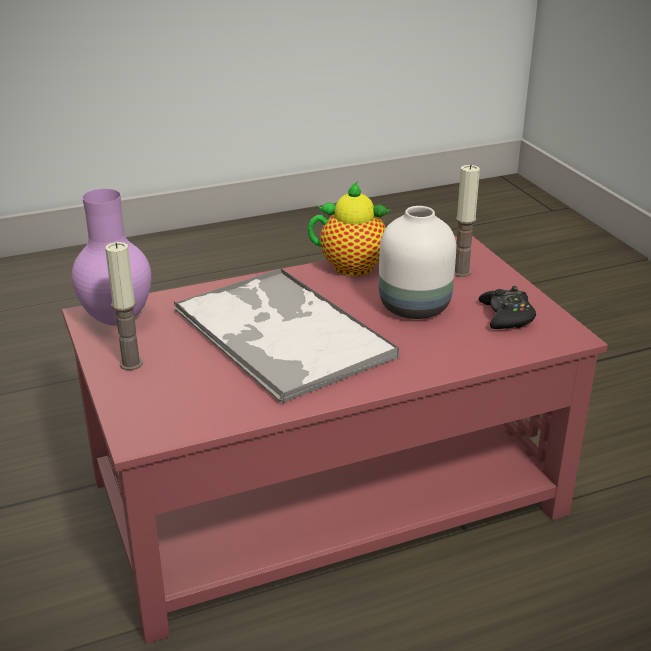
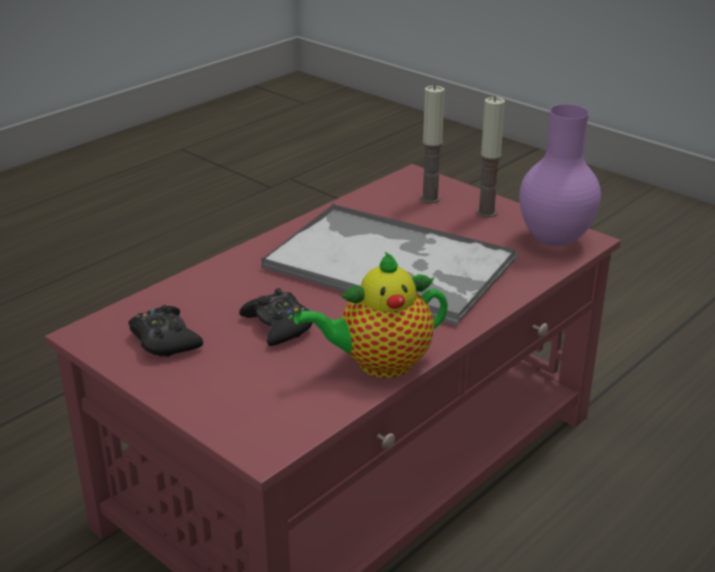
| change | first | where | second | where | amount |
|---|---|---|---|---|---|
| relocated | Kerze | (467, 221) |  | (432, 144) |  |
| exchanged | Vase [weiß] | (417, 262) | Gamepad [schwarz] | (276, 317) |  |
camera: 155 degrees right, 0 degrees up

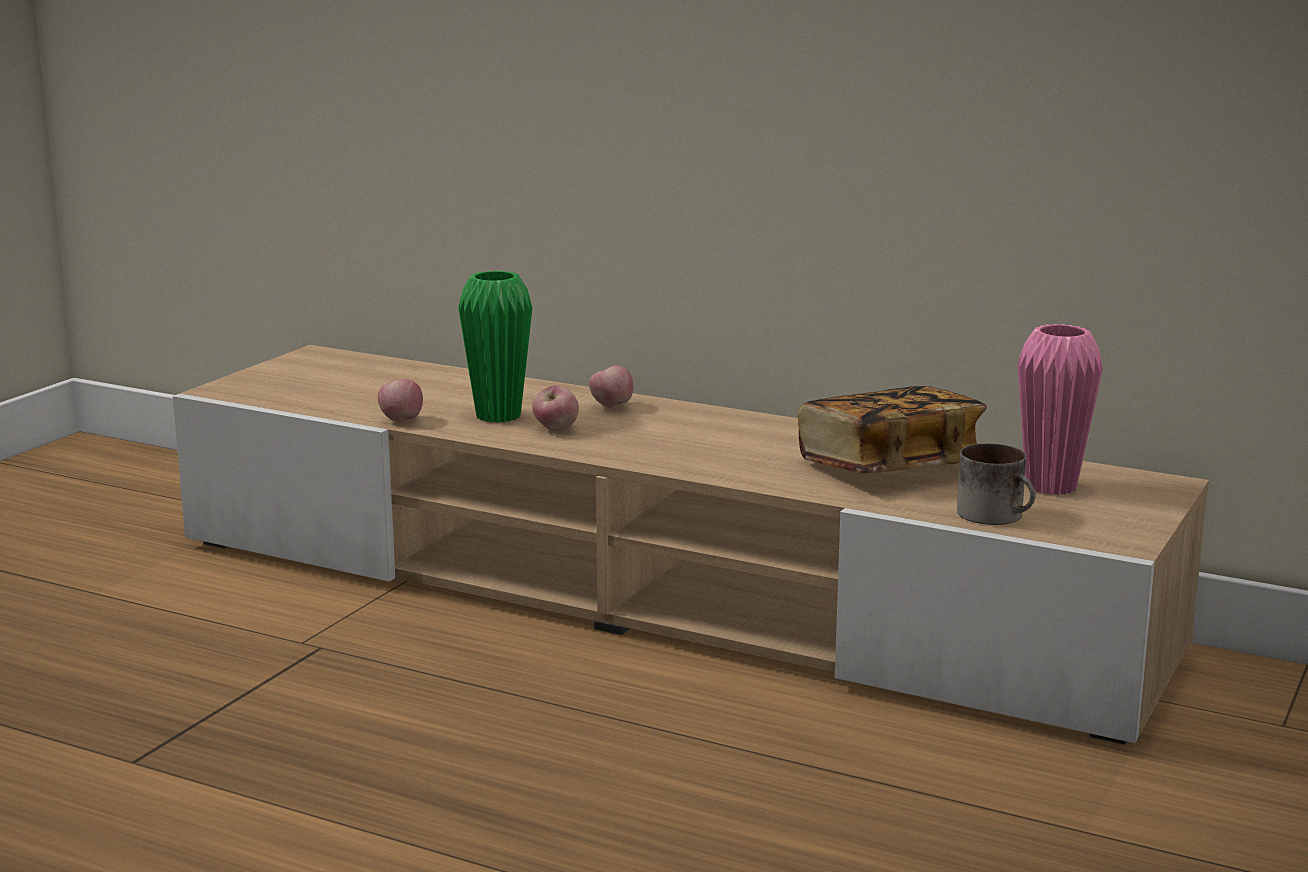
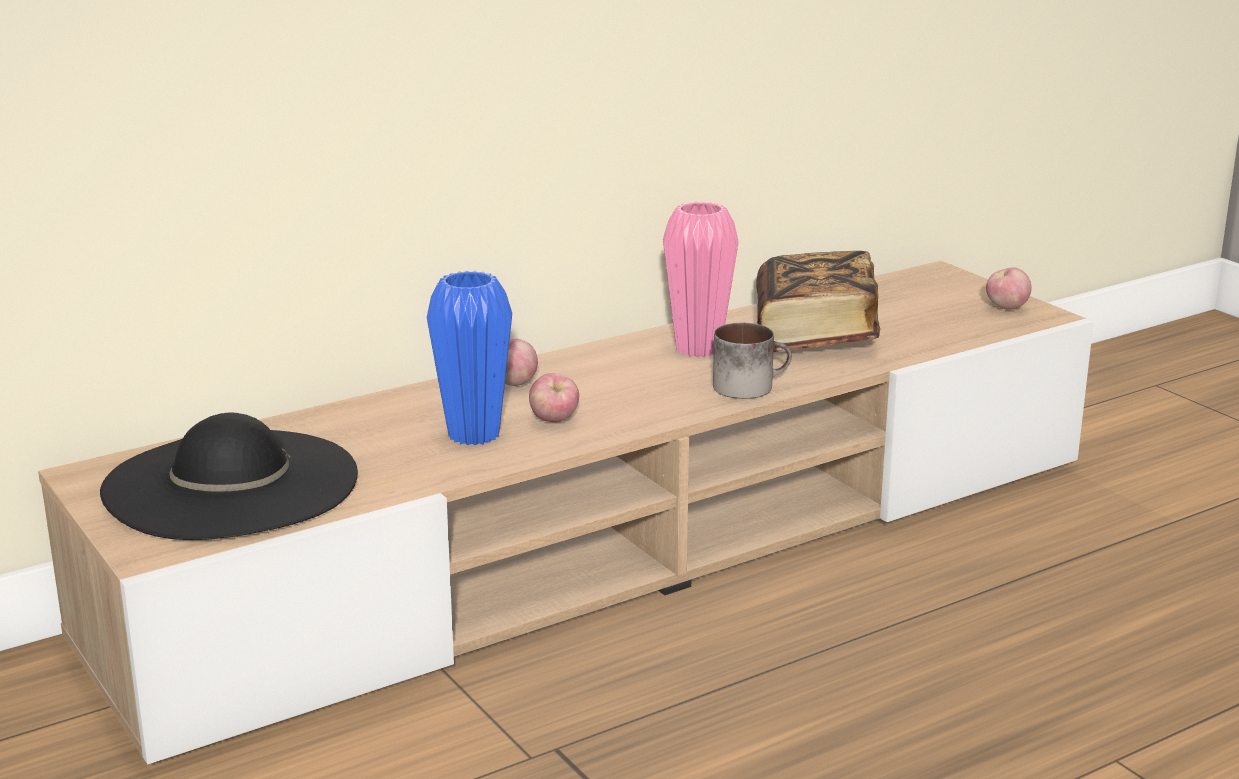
| change | first | where | second | where | amount |
|---|---|---|---|---|---|
| colour | Vase [grün] | (495, 347) | Vase [blau] | (469, 358) |  |
| relocated | Vase [rosa] | (1060, 409) |  | (700, 279) |  |
| relocated | Apfel | (400, 400) |  | (1008, 288) |  |
| relocated | Henkelbecher | (996, 484) |  | (752, 361) |  |
| appeared |  |  | Hut [schwarz] | (229, 476) |  |
camera: 60 degrees left, 5 degrees up

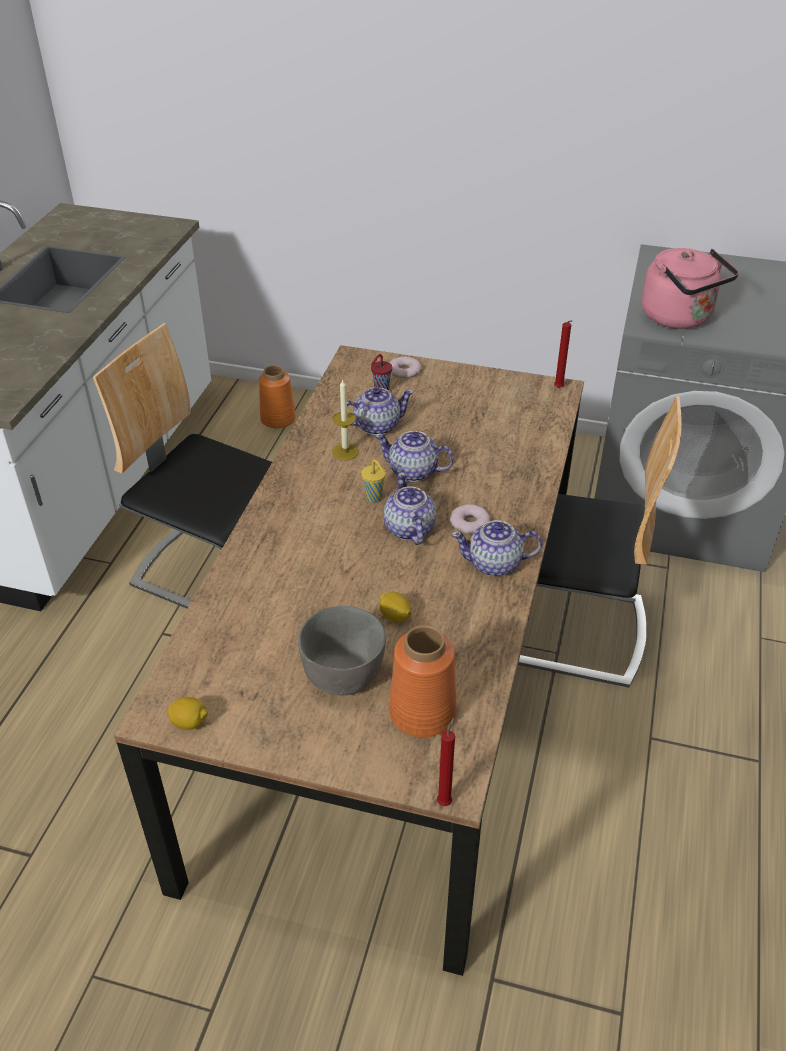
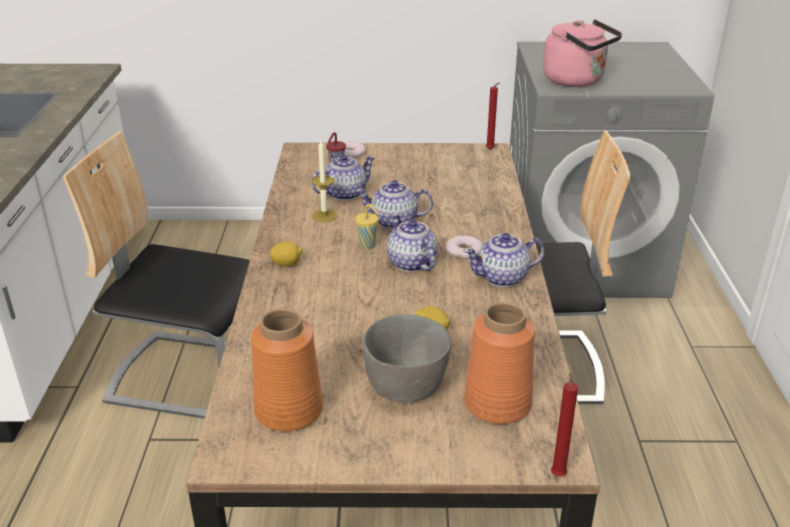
| change | first | where | second | where | amount |
|---|---|---|---|---|---|
| relocated | Vase [orange] | (277, 396) |  | (287, 369) |  |
| relocated | Zitrone | (188, 713) |  | (286, 254) |  |
camera: 15 degrees left, 10 degrees down

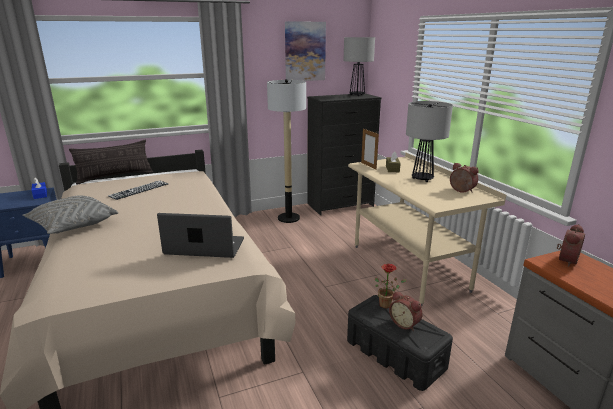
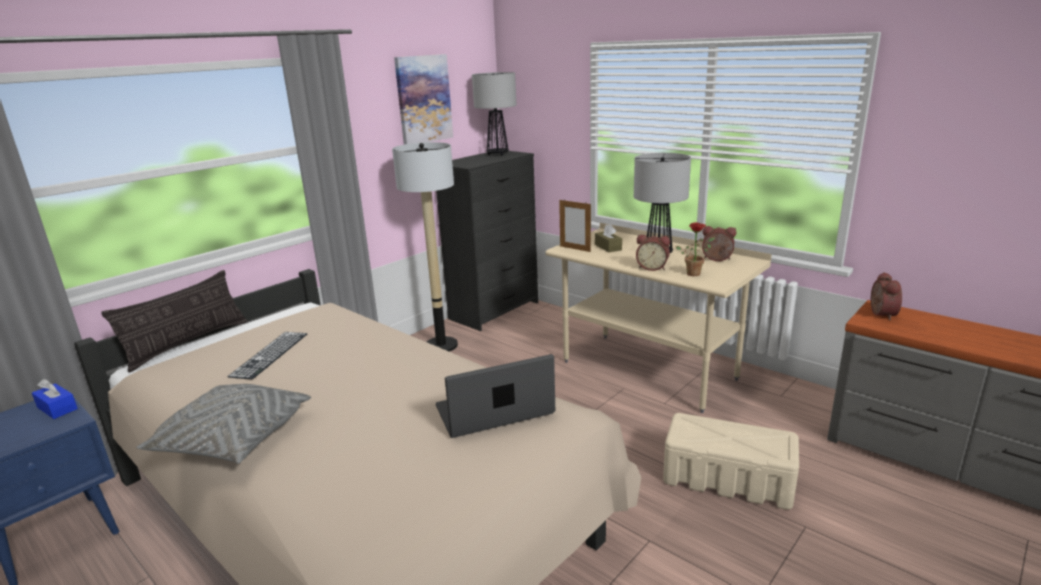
| change | first | where | second | where | amount |
|---|---|---|---|---|---|
| relocated | Topfpflanze | (391, 286) |  | (695, 249) |  |
| relocated | Wecker | (406, 311) |  | (653, 253) |  |
| colour | Aufbewahrungsbox [schwarz] | (400, 343) | Aufbewahrungsbox [beige] | (731, 461) |  |
camera: 25 degrees left, 0 degrees up

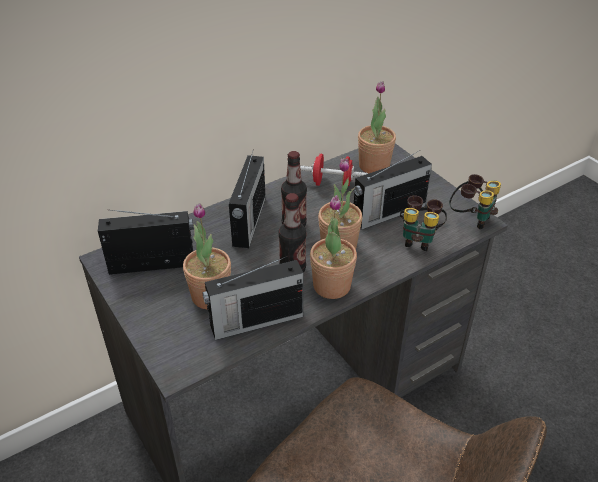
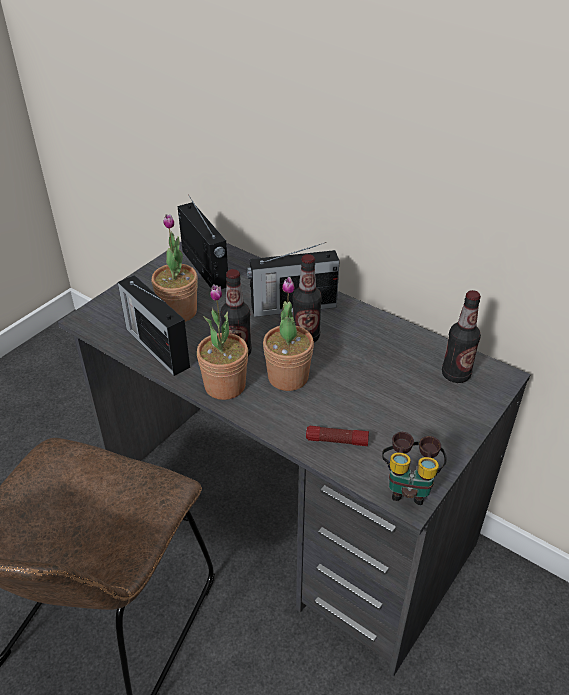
| change | first | where | second | where | amount |
|---|---|---|---|---|---|
| exchanged | Topfpflanze | (377, 127) | Flasche | (461, 336) |  |
| missing | Radio | (393, 190) |  |  |  |
| missing | Hantel [rot] | (334, 170) |  |  |  |
| exchanged | Fernglas | (423, 223) | Taschenlampe | (337, 436) |  |
camera: 70 degrees right, 0 degrees up

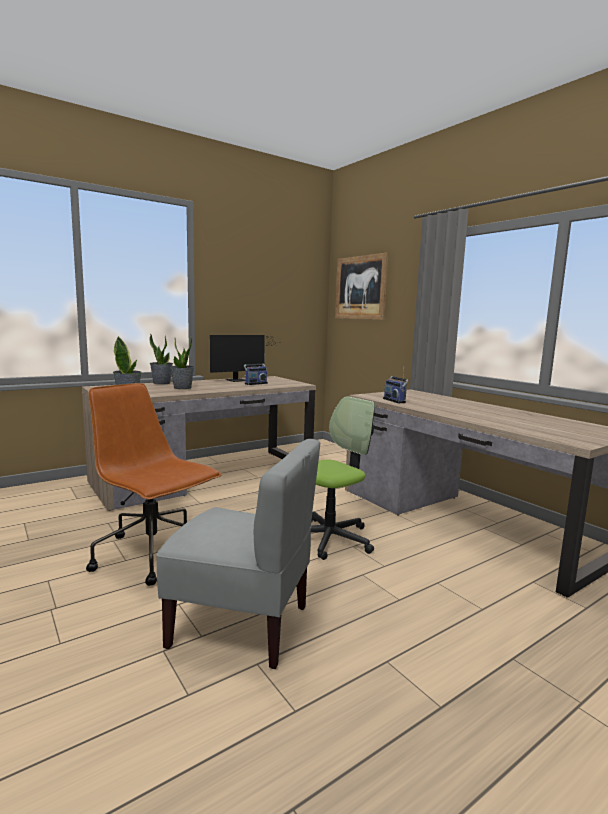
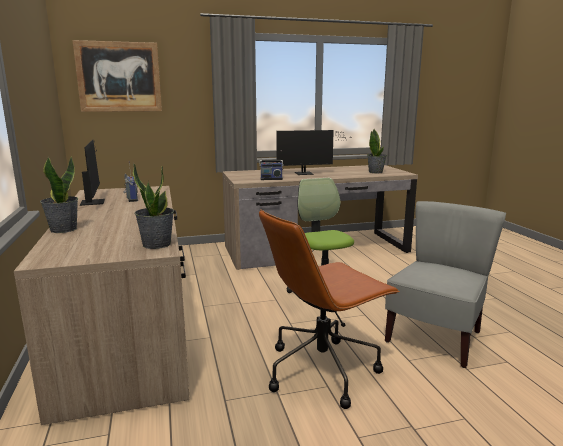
| change | first | where | second | where | amount |
|---|---|---|---|---|---|
| relocated | Topfpflanze | (182, 362) |  | (377, 151) |  |
| appeared |  |  | Monitor | (311, 152) |  |
camera: 70 degrees left, 5 degrees up

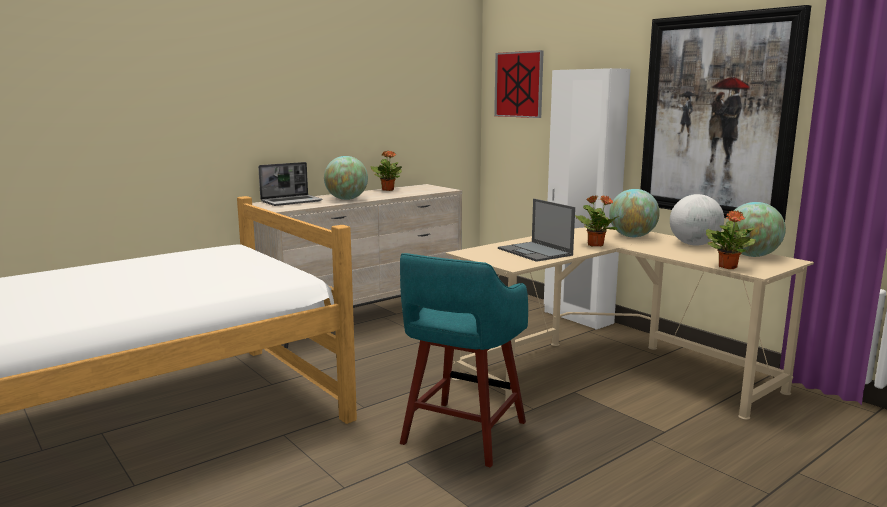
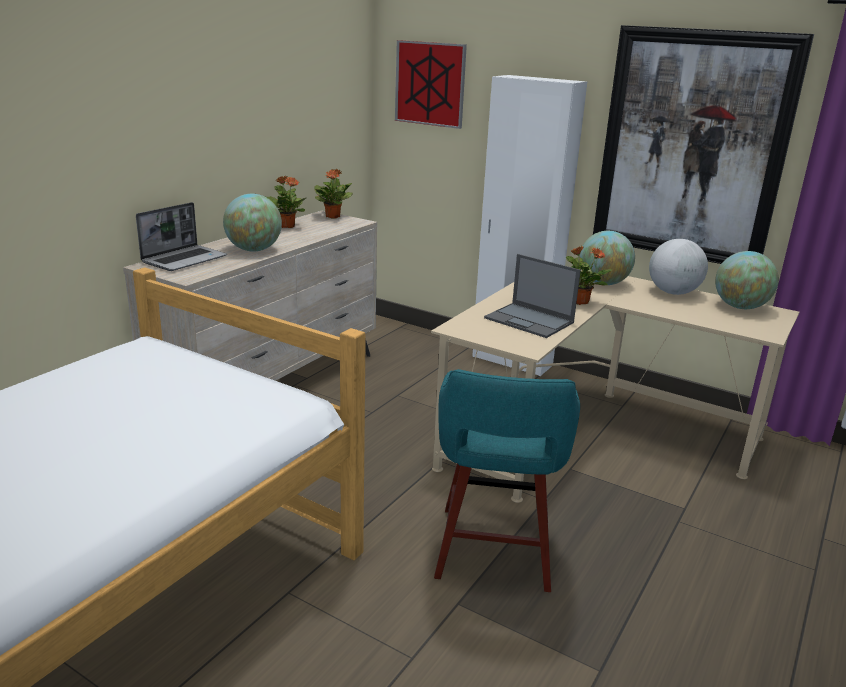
| change | first | where | second | where | amount |
|---|---|---|---|---|---|
| relocated | Topfpflanze | (731, 239) |  | (333, 194) |  |
camera: 20 degrees left, 10 degrees up

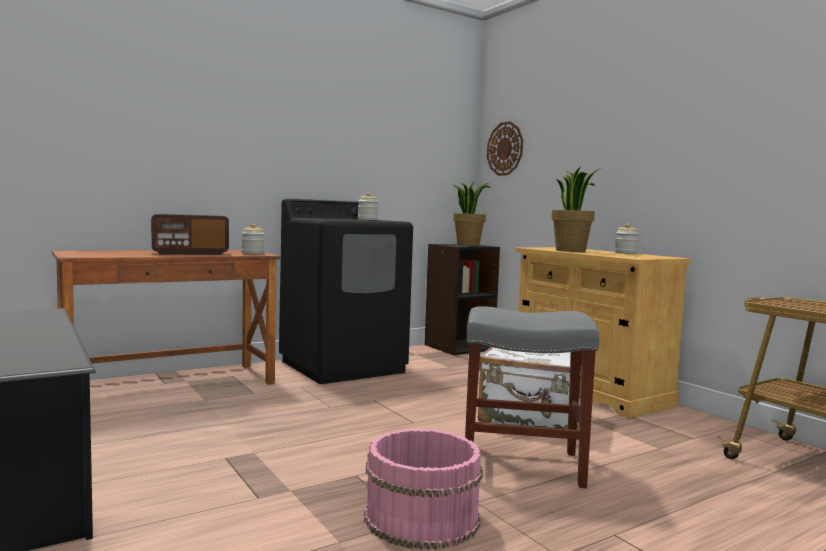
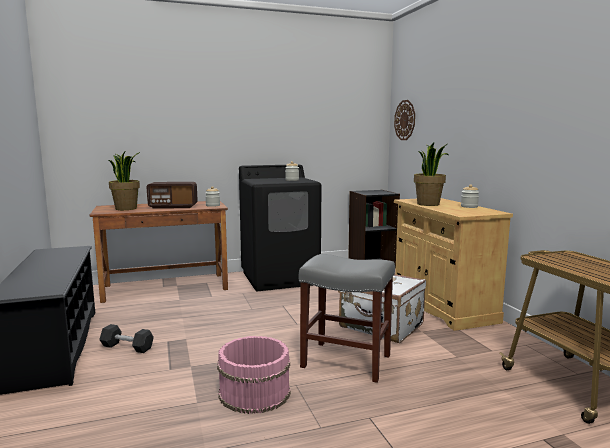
| change | first | where | second | where | amount |
|---|---|---|---|---|---|
| relocated | Topfpflanze | (472, 213) |  | (124, 181) |  |
| appeared |  |  | Hantel [grau] | (126, 338) |  |
camera: 15 degrees right, 5 degrees up

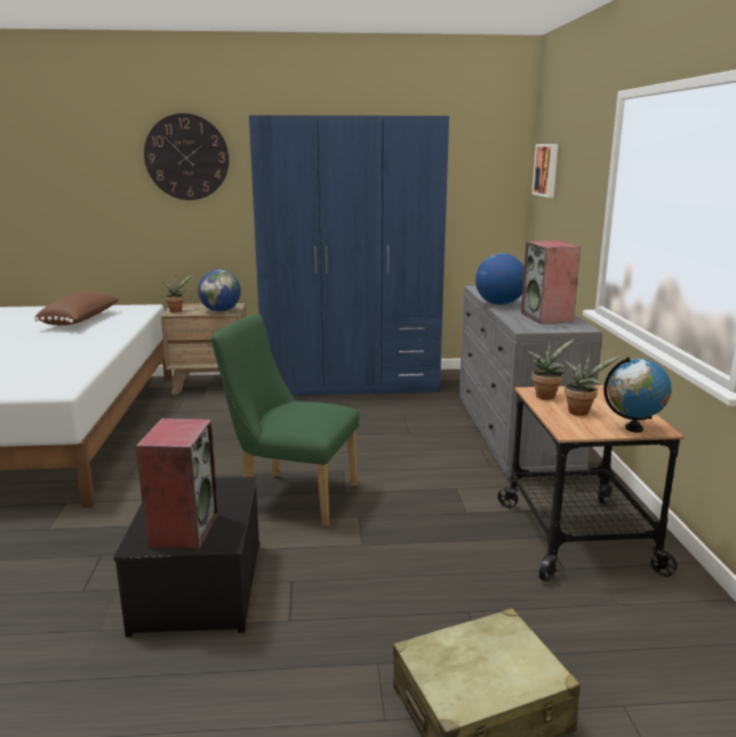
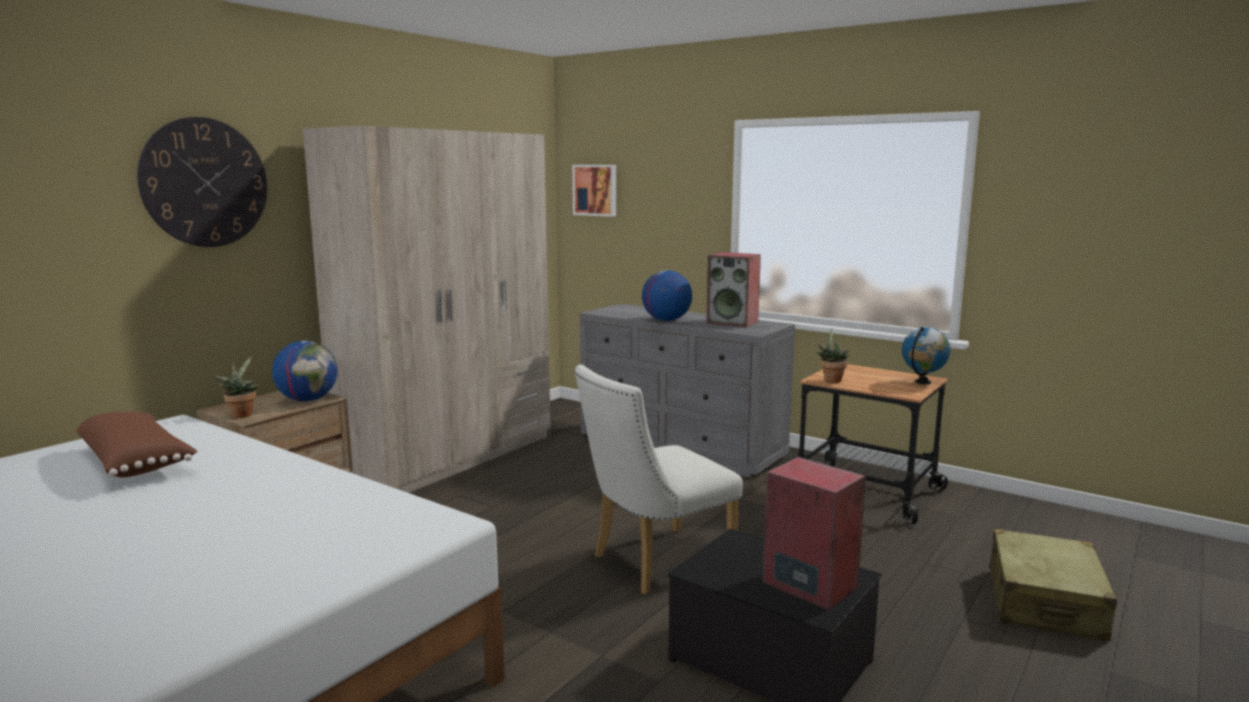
| change | first | where | second | where | amount |
|---|---|---|---|---|---|
| colour | Kleiderschrank [blau] | (349, 255) | Kleiderschrank [beige] | (427, 309) |  |
| colour | Stuhl [grün] | (285, 420) | Stuhl [weiß] | (659, 479) |  |
| missing | Topfpflanze | (592, 385) |  |  |  |
camera: 50 degrees left, 5 degrees down

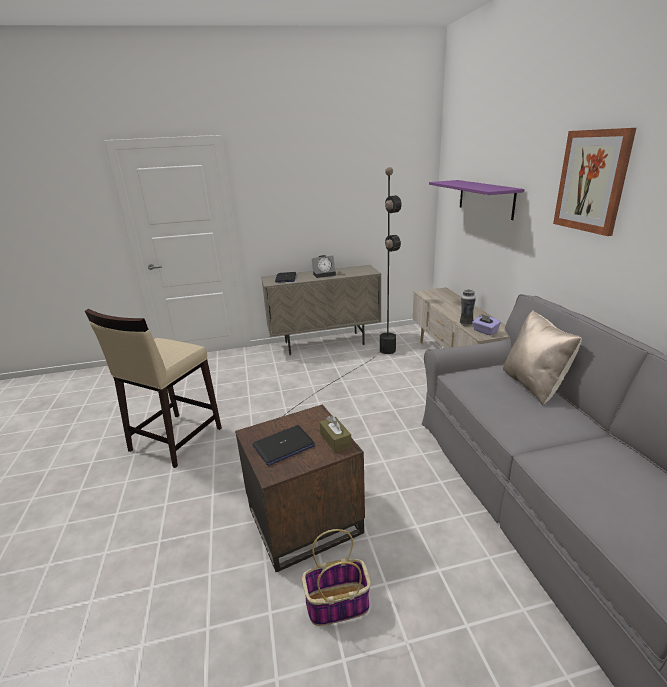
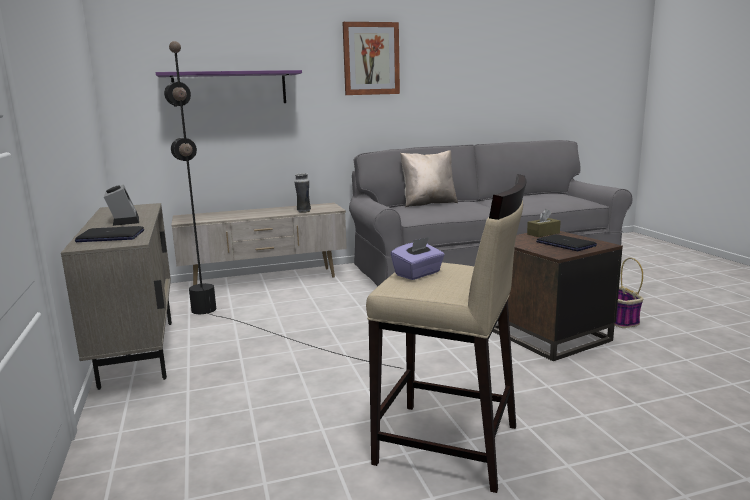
| change | first | where | second | where | amount |
|---|---|---|---|---|---|
| relocated | Taschentuchbox [lila] | (486, 324) |  | (418, 258) |  |
camera: 95 degrees left, 10 degrees down

